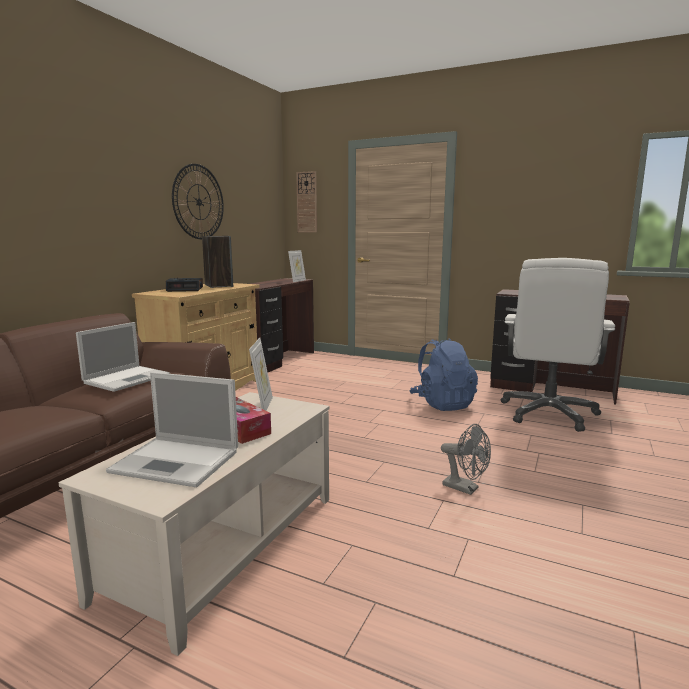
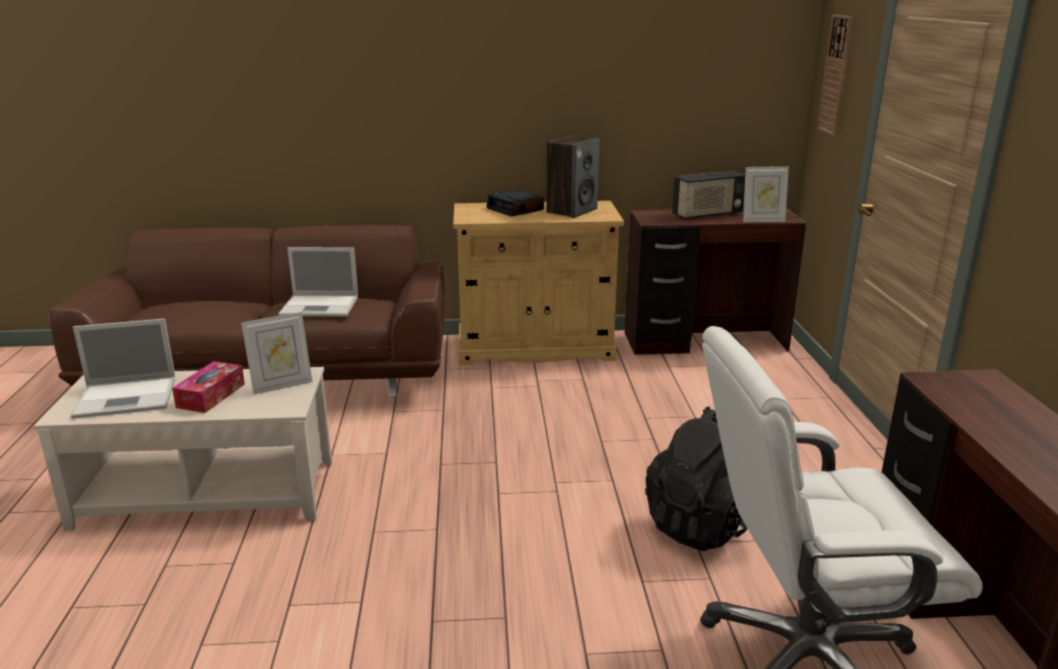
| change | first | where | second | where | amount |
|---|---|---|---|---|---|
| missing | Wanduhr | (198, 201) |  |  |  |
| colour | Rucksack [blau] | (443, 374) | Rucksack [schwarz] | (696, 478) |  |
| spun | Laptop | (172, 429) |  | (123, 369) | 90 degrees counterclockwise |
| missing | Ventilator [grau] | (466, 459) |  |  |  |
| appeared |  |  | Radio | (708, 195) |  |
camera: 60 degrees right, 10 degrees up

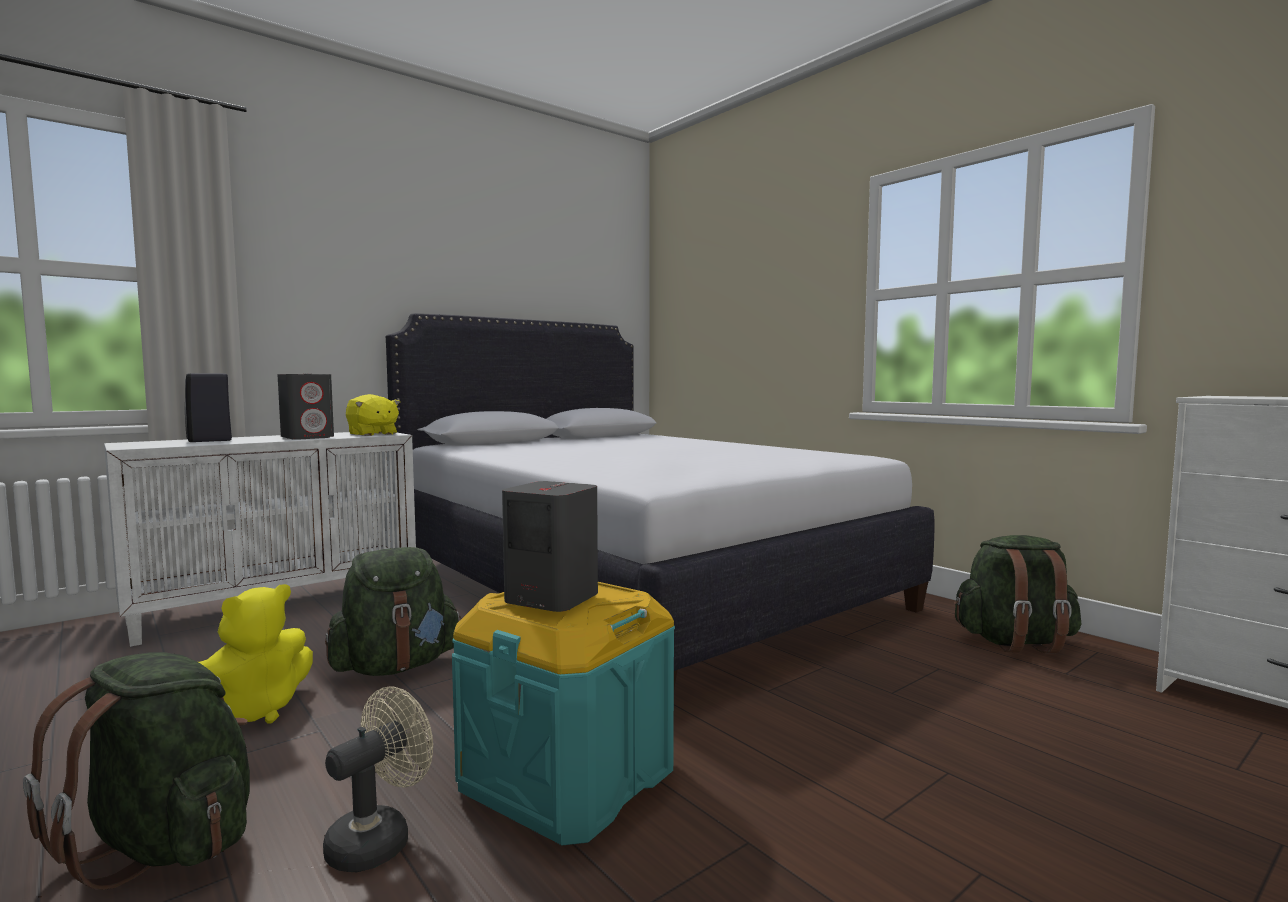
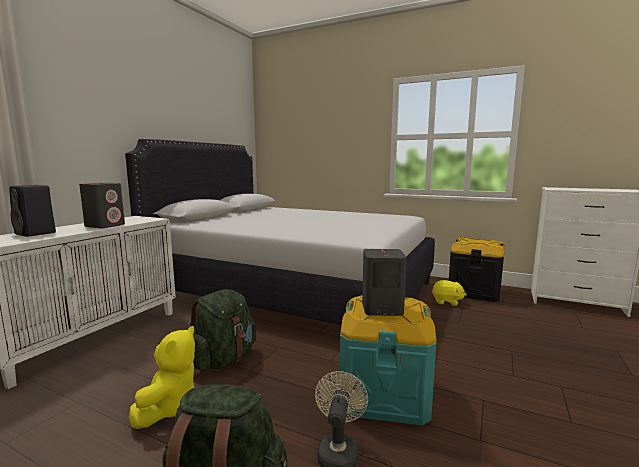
| change | first | where | second | where | amount |
|---|---|---|---|---|---|
| relocated | Plüschtier [gelb] | (373, 415) |  | (449, 293) |  |
| exchanged | Rucksack [grün] | (1017, 594) | Aufbewahrungsbox [schwarz] | (477, 270) |  |
camera: 25 degrees left, 5 degrees up

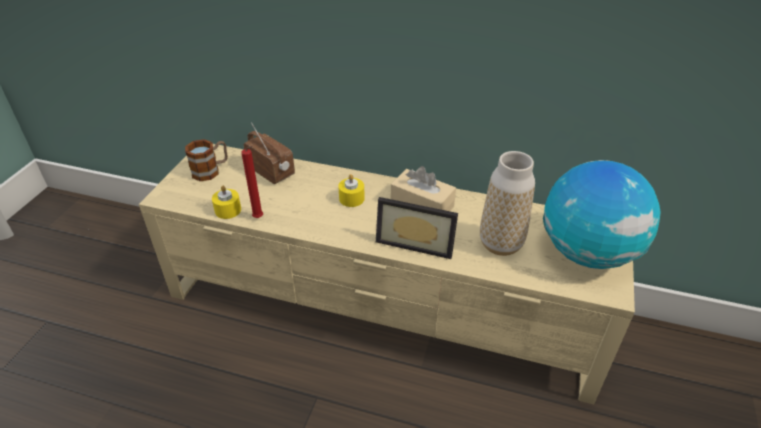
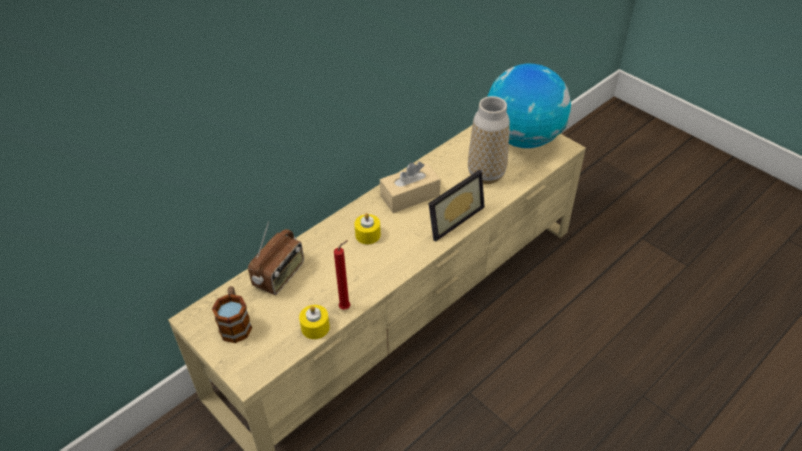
| change | first | where | second | where | amount |
|---|---|---|---|---|---|
| spun | Radio | (269, 153) |  | (276, 258) | 135 degrees clockwise |
camera: 60 degrees left, 5 degrees up

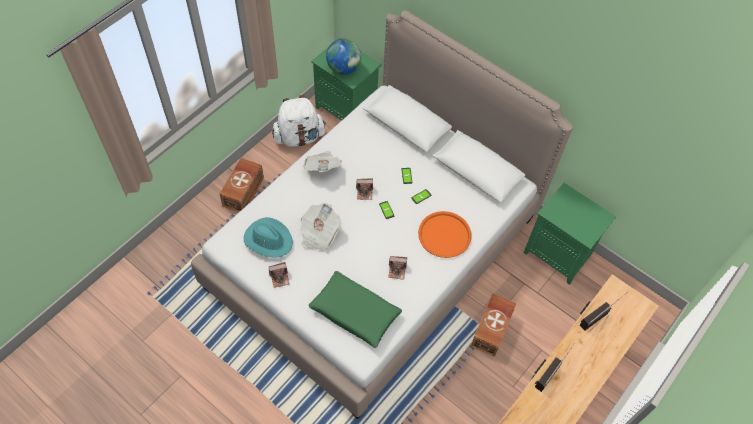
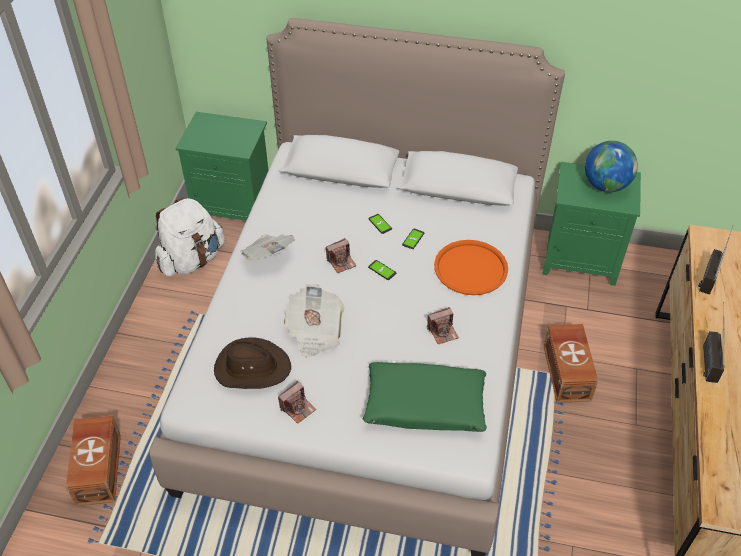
| change | first | where | second | where | amount |
|---|---|---|---|---|---|
| relocated | Globus | (343, 57) |  | (611, 166) |  |
| relocated | Aufbewahrungsbox [braun] | (241, 185) |  | (93, 460) |  |
| colour | Hut [türkis] | (268, 237) | Hut [braun] | (252, 363) |  |
camera: 25 degrees left, 10 degrees down

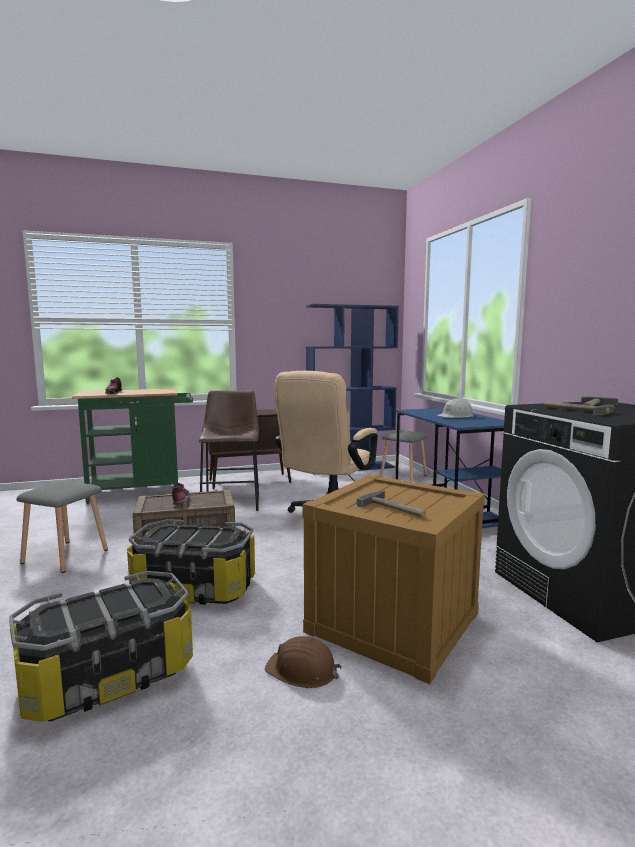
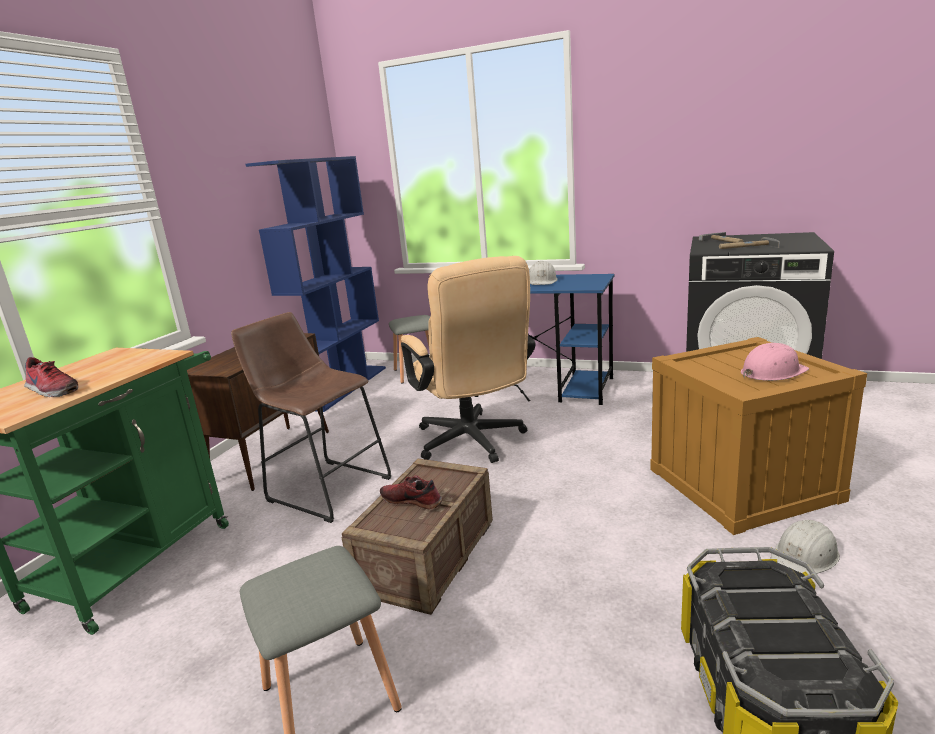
| change | first | where | second | where | amount |
|---|---|---|---|---|---|
| exchanged | Hammer | (391, 503) | Schutzhelm [rosa] | (775, 362) |  |
| missing | Aufbewahrungsbox | (191, 562) |  |  |  |
| colour | Schutzhelm [braun] | (303, 662) | Schutzhelm [weiß] | (805, 547) |  |
camera: 50 degrees left, 10 degrees up

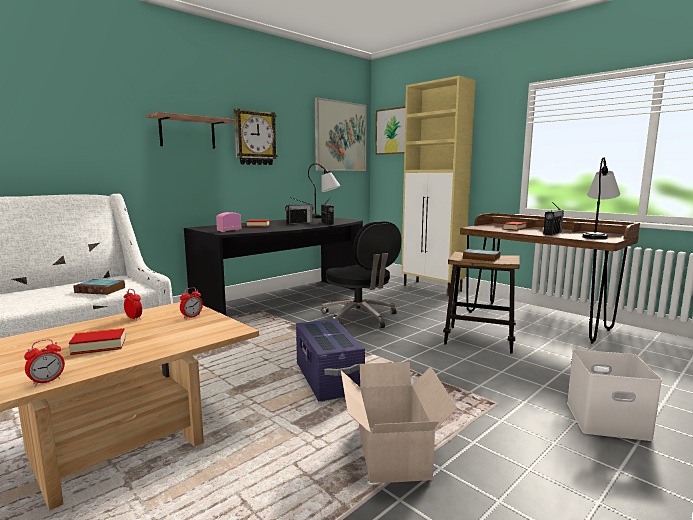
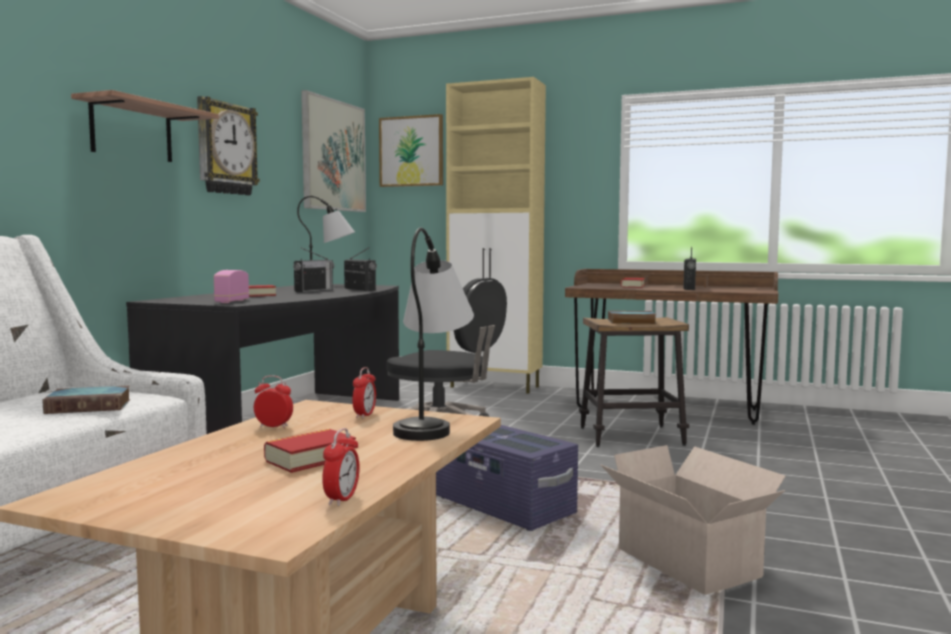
| change | first | where | second | where | amount |
|---|---|---|---|---|---|
| relocated | Tischlampe | (601, 198) |  | (433, 334) |  |
| missing | Aufbewahrungsbox [weiß] | (614, 395) |  |  |  |
camera: 25 degrees left, 5 degrees down

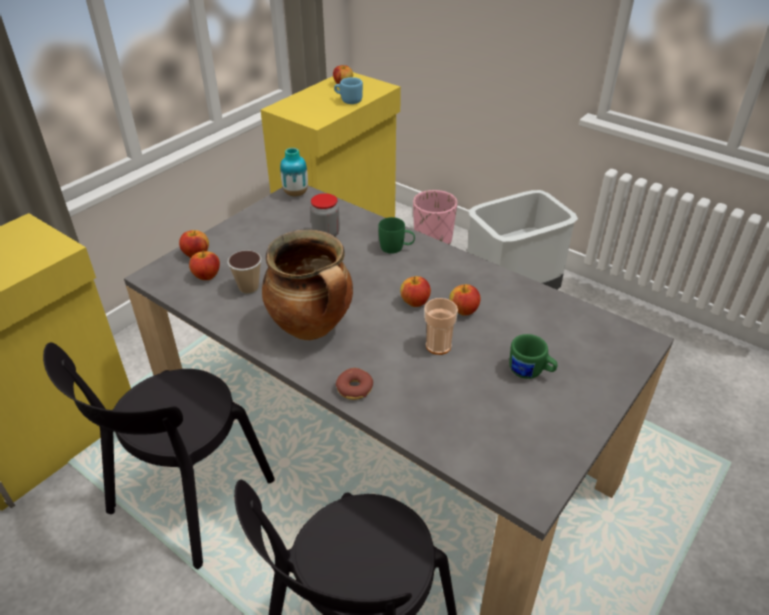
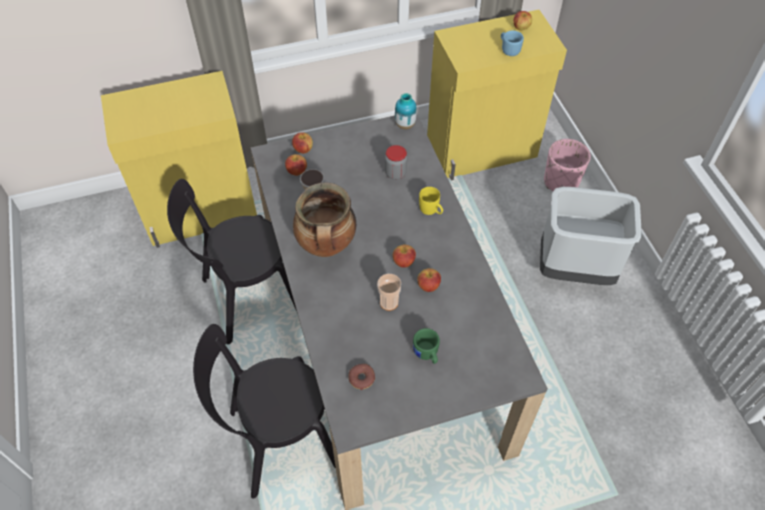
| change | first | where | second | where | amount |
|---|---|---|---|---|---|
| colour | Henkelbecher [grün] | (397, 235) | Henkelbecher [gelb] | (431, 201) |  |
| relocated | Donut | (354, 384) |  | (362, 377) |  |
camera: 35 degrees right, 15 degrees up

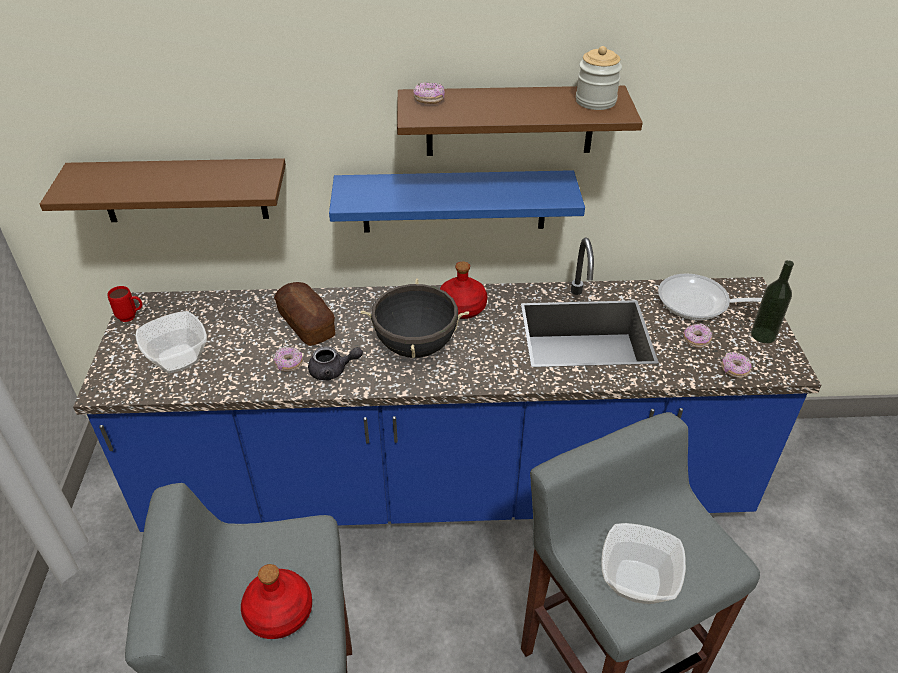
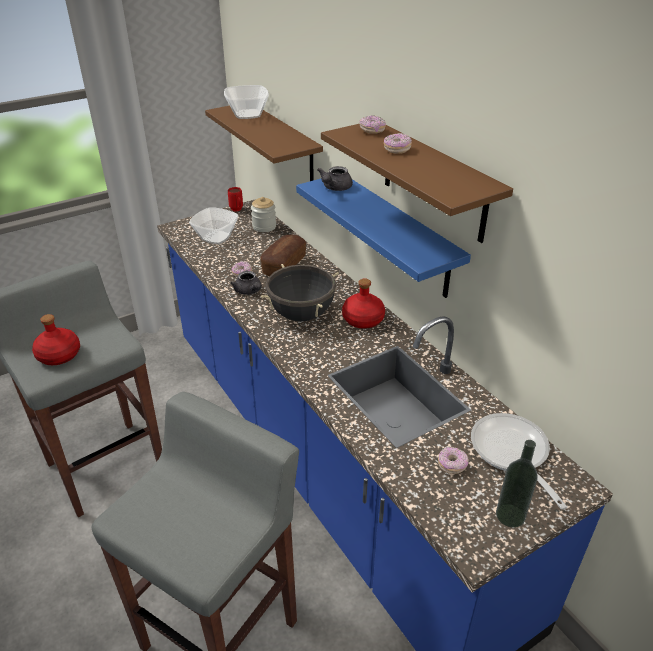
| change | first | where | second | where | amount |
|---|---|---|---|---|---|
| relocated | Vorratsglas | (599, 78) |  | (263, 214) |  |
| relocated | Donut | (736, 365) |  | (398, 143) |  |
| relocated | Schüssel | (643, 563) |  | (246, 102) |  |
| appeared |  |  | Teekanne [grau] | (335, 178) |  |
camera: 60 degrees right, 5 degrees down

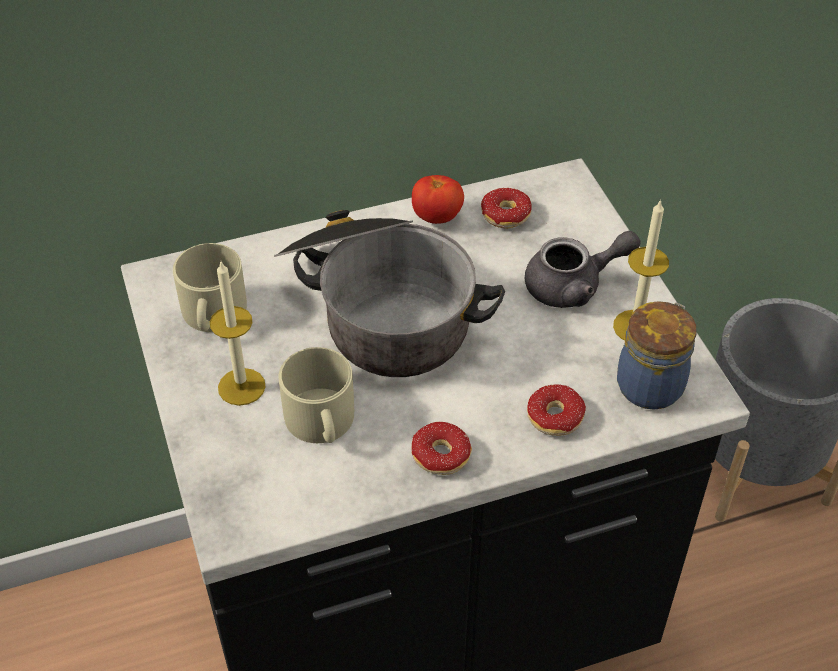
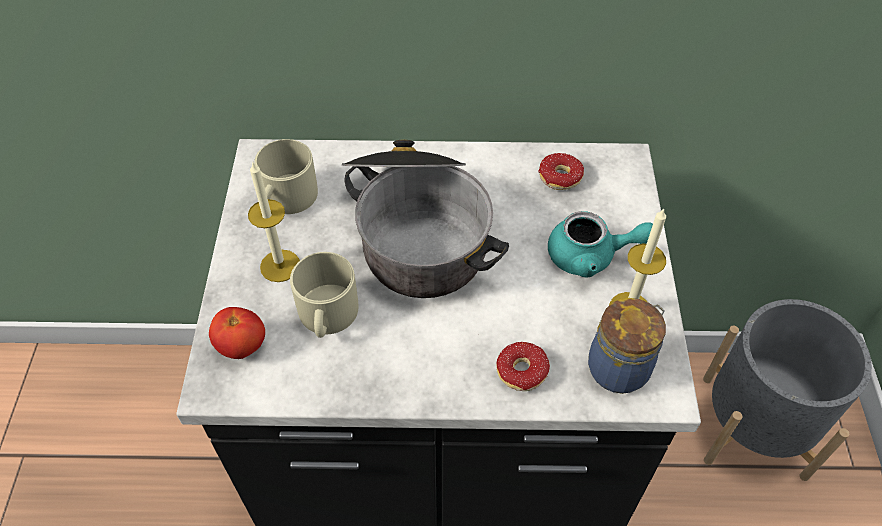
| change | first | where | second | where | amount |
|---|---|---|---|---|---|
| relocated | Tomate | (438, 199) |  | (237, 333) |  |
| colour | Teekanne [grau] | (583, 269) | Teekanne [türkis] | (600, 244) |  |
| missing | Donut | (441, 456) |  |  |  |
camera: 20 degrees right, 5 degrees up

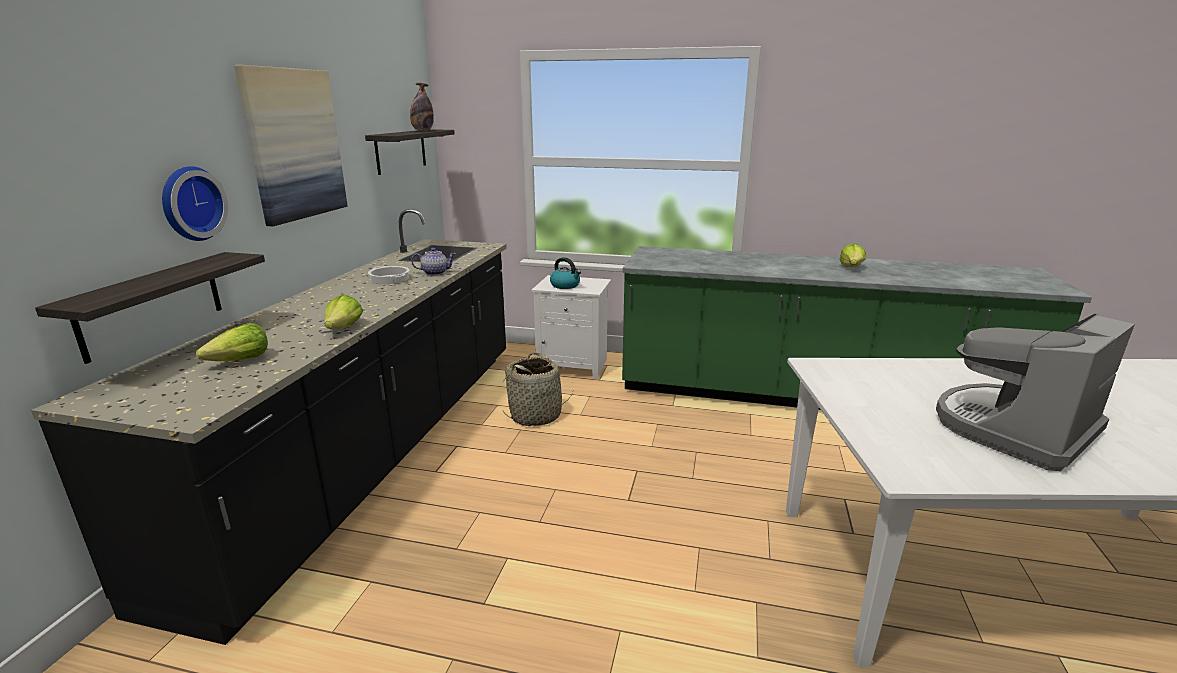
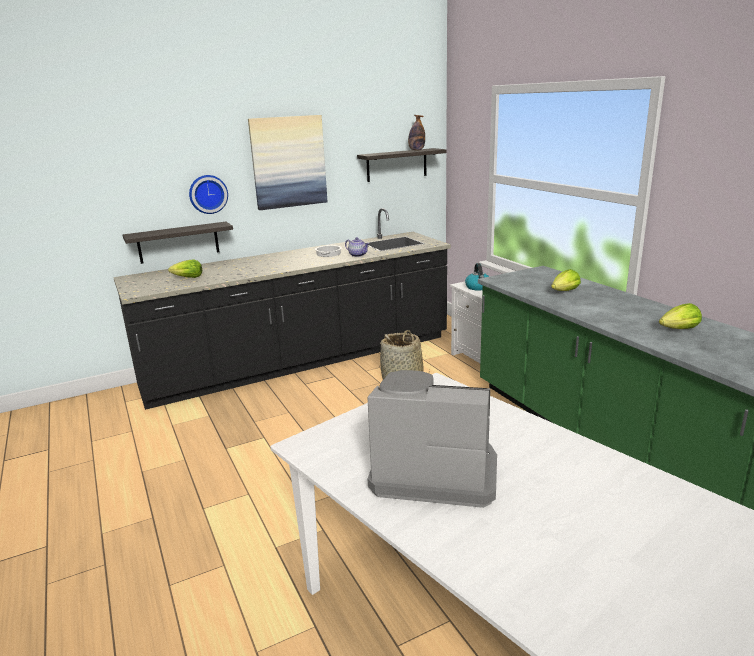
| change | first | where | second | where | amount |
|---|---|---|---|---|---|
| relocated | Salatkopf | (344, 312) |  | (566, 280) |  |
camera: 50 degrees right, 0 degrees up

